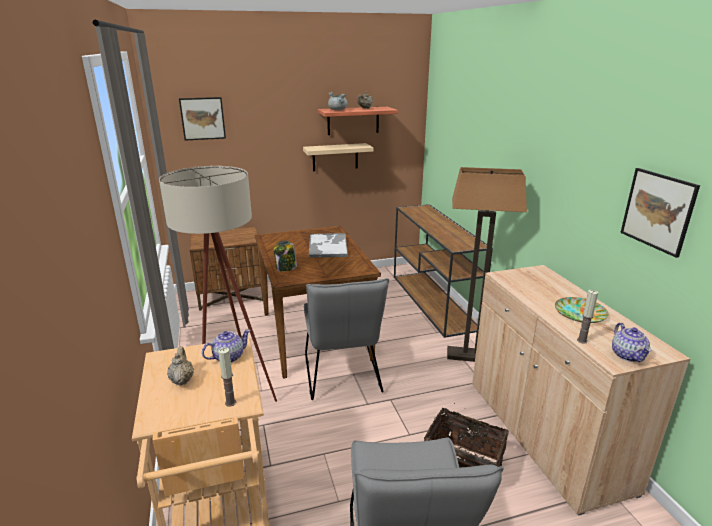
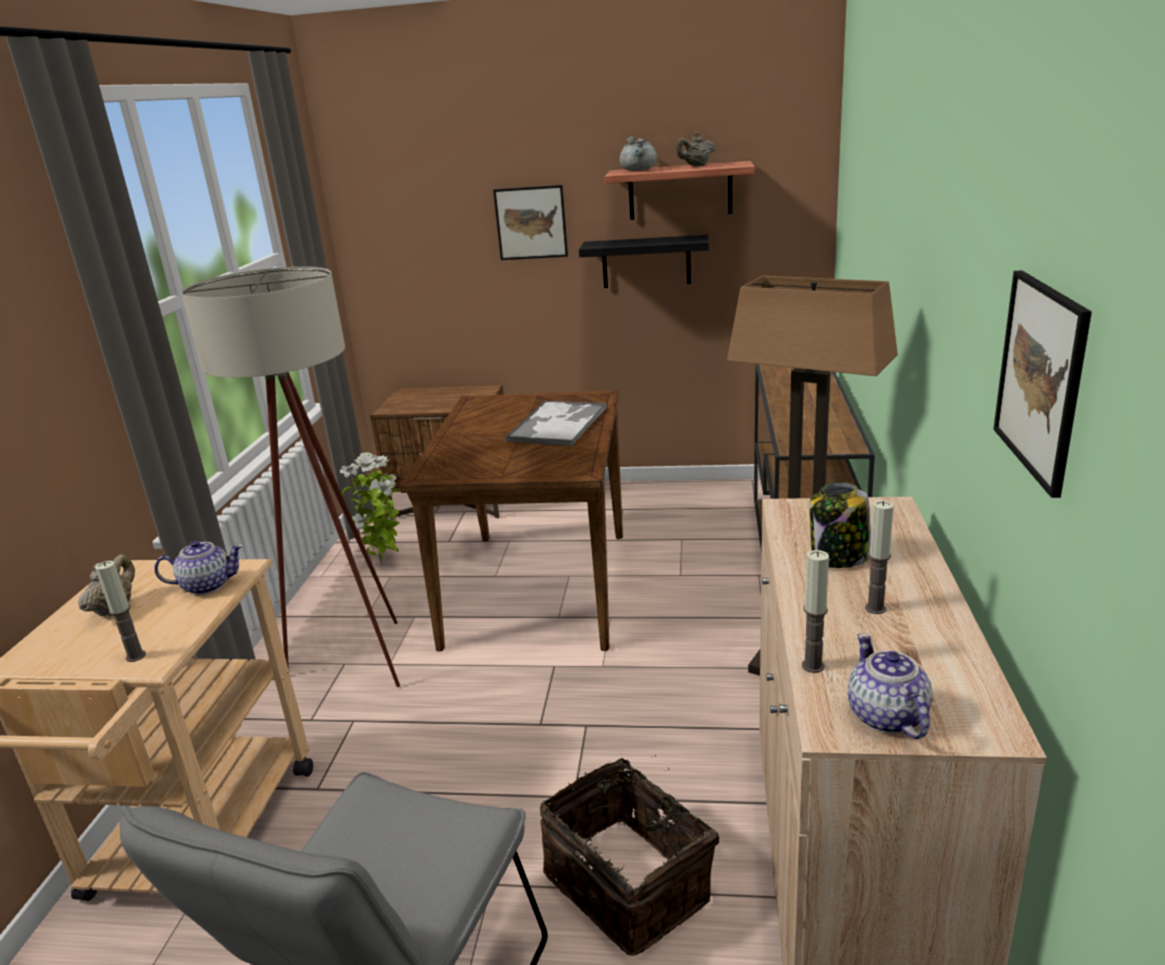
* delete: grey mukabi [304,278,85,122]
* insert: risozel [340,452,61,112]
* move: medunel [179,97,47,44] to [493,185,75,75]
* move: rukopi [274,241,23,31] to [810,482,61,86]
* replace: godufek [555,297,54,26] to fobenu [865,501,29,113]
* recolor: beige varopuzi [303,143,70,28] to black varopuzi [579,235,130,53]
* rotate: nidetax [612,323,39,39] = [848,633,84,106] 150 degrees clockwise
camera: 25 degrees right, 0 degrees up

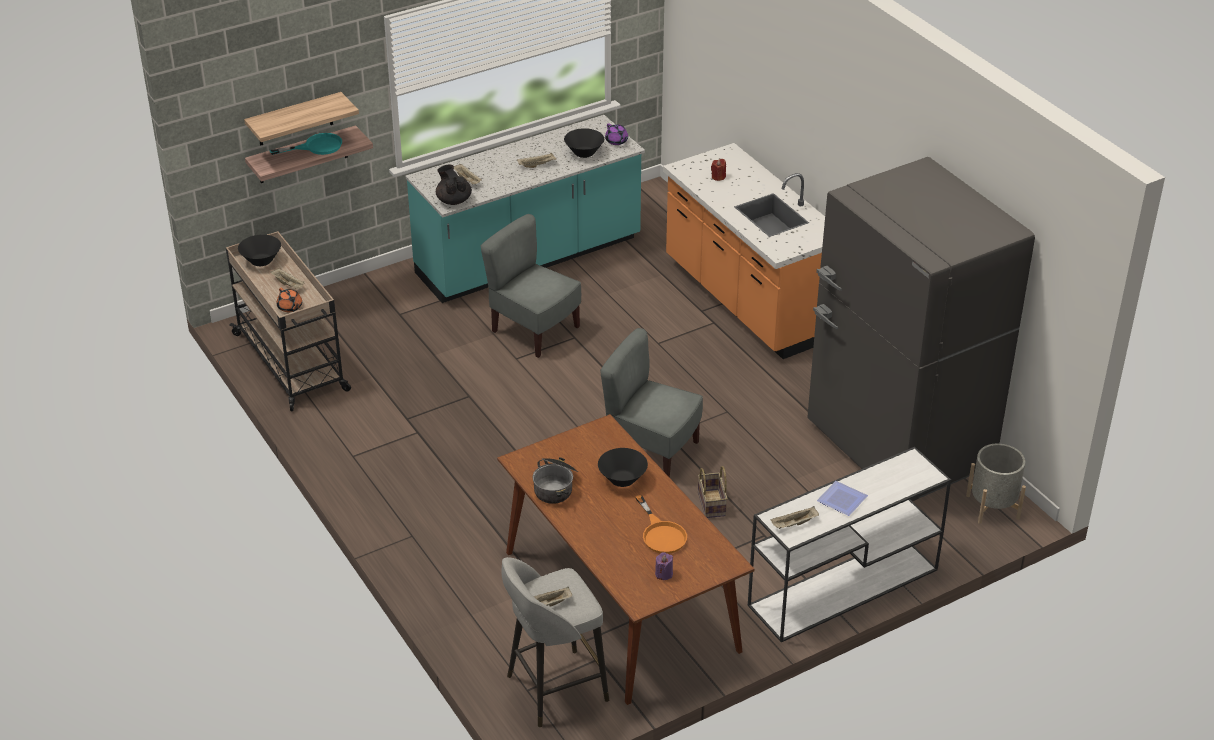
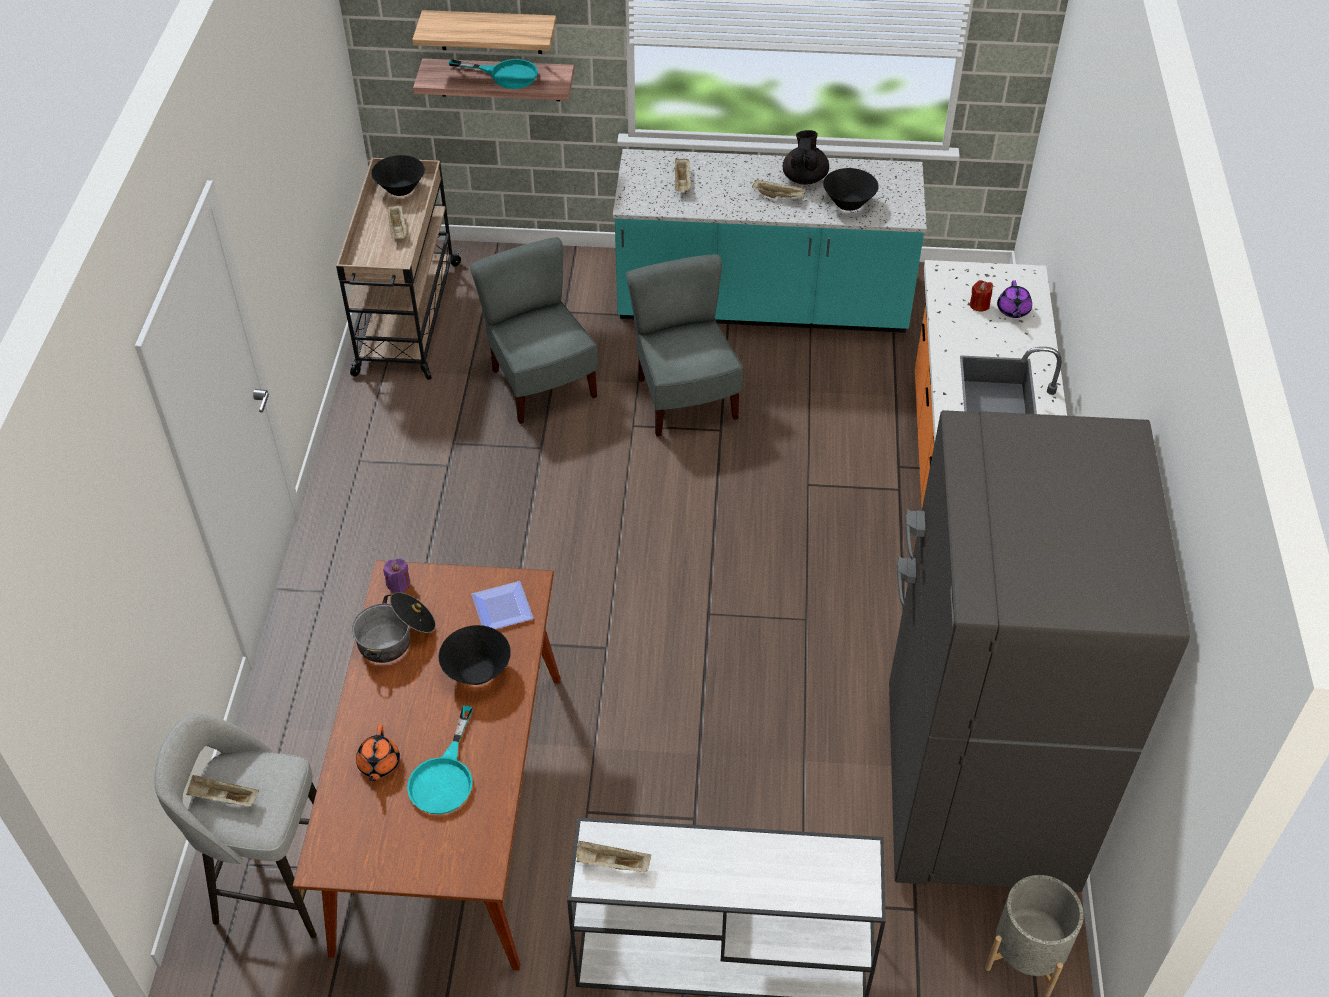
* delete: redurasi [698,466,30,52]
* move: orange nidetax [276,288,26,24] to [356,724,44,57]
* move: black nidetax [436,165,36,40] to [783,130,46,55]
* move: grey mukabi [600,328,103,150] to [470,237,128,187]
* move: purple nidetax [605,123,23,22] to [997,280,35,38]
* move: purple fobenu [655,552,18,28] to [383,558,27,35]
* move: godufek [817,481,51,35] to [471,581,63,48]
* recolor: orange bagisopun [635,495,52,59] to turquoise bagisopun [407,706,66,108]
camera: 35 degrees right, 10 degrees up

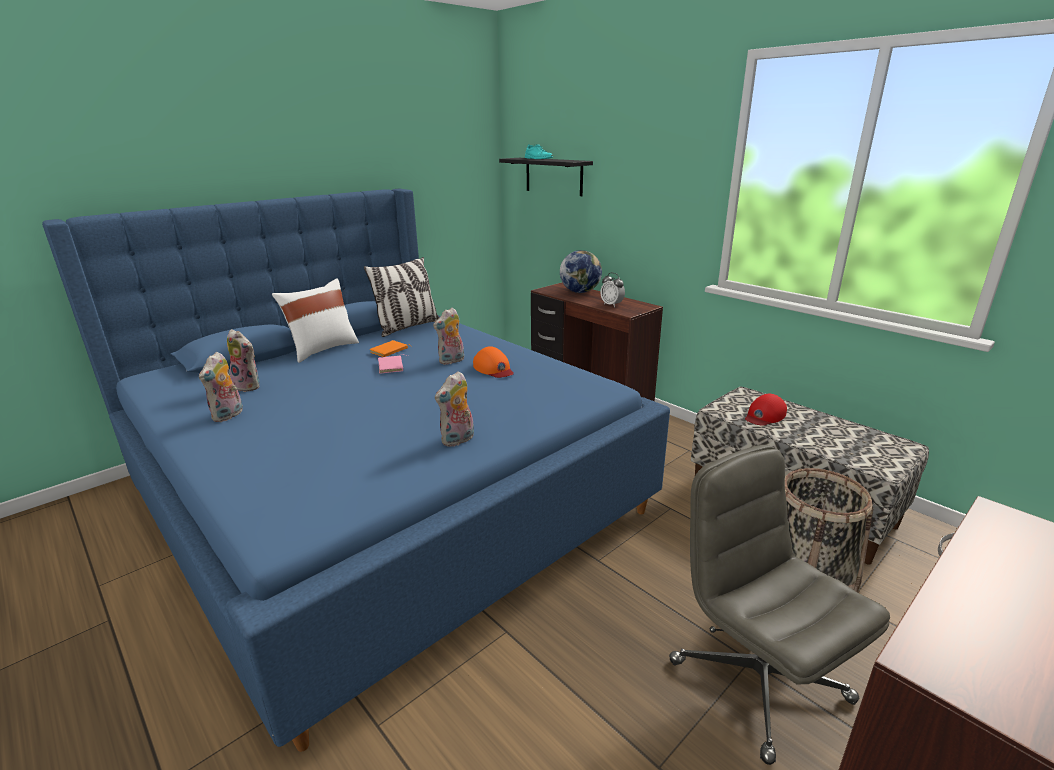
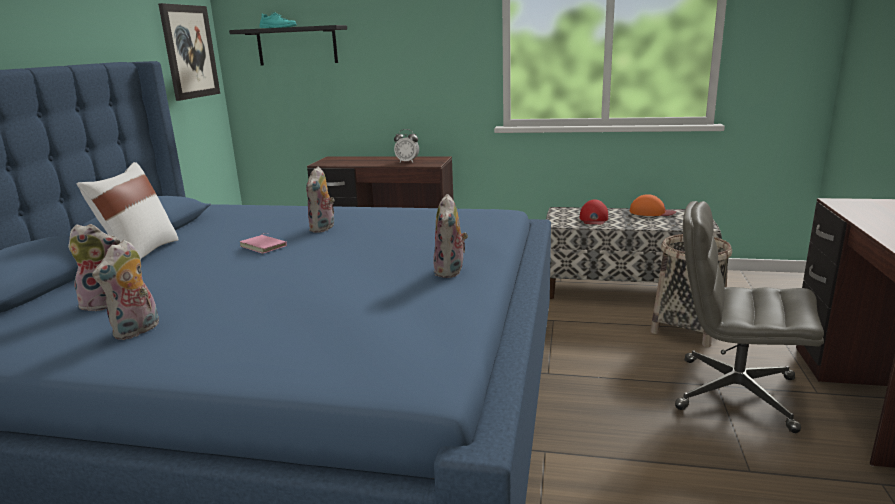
* delete: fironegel [364,257,76,80]
* delete: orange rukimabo [370,340,42,17]
* delete: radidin [560,250,42,43]
* insert: medunel [158,3,62,98]
* move: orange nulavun [473,346,41,32] to [630,194,46,22]
* rotate: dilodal [199,352,44,70] = [92,240,67,100] 45 degrees clockwise
camera: 35 degrees left, 5 degrees down

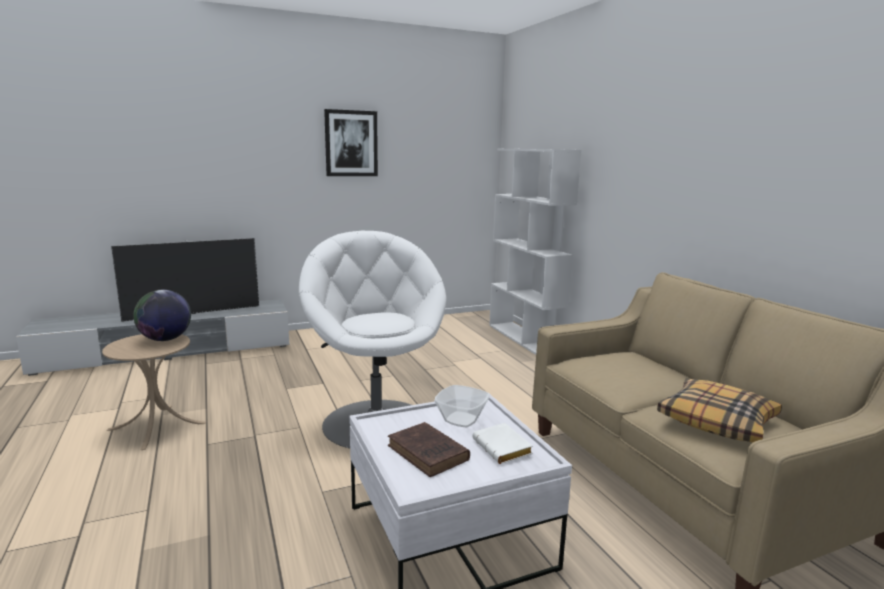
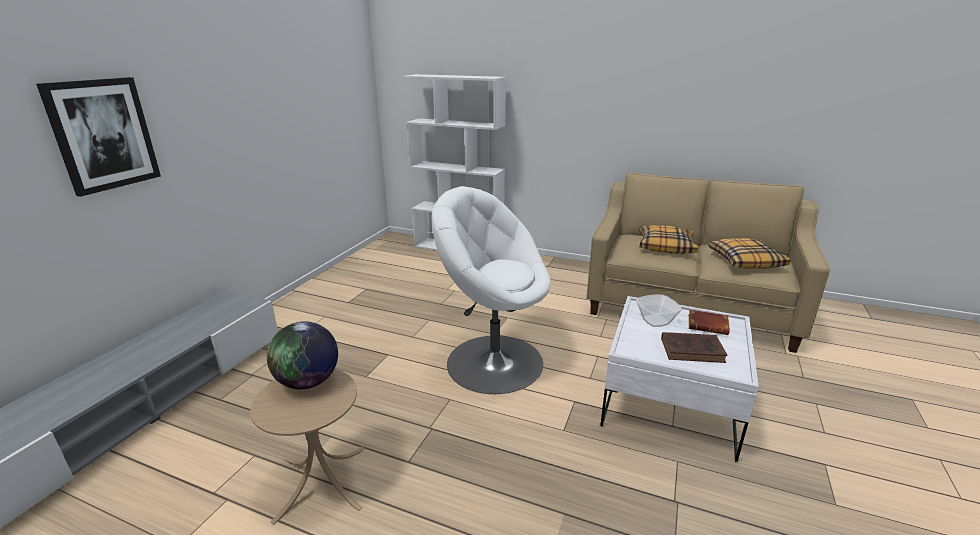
* delete: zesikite [111,238,148,84]
* insert: fironegel [639,225,59,29]
* move: medunel [324,109,54,67] to [36,77,125,120]
* recolor: white rukimabo [473,423,60,41] to brown rukimabo [689,310,41,25]
camera: 45 degrees left, 10 degrees up

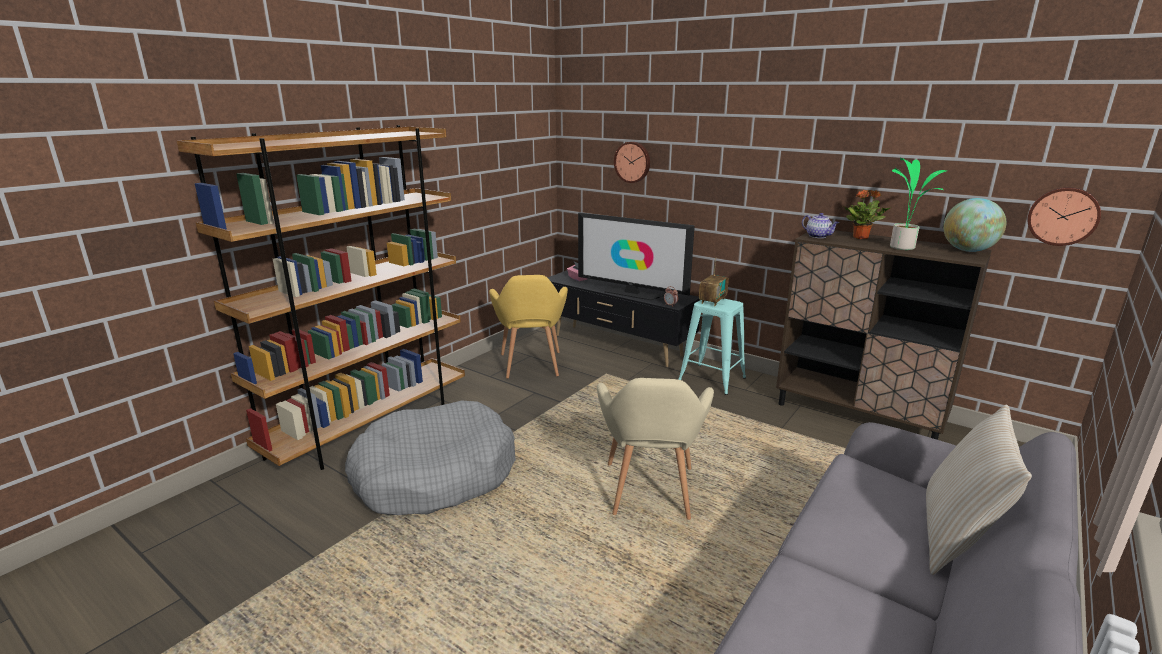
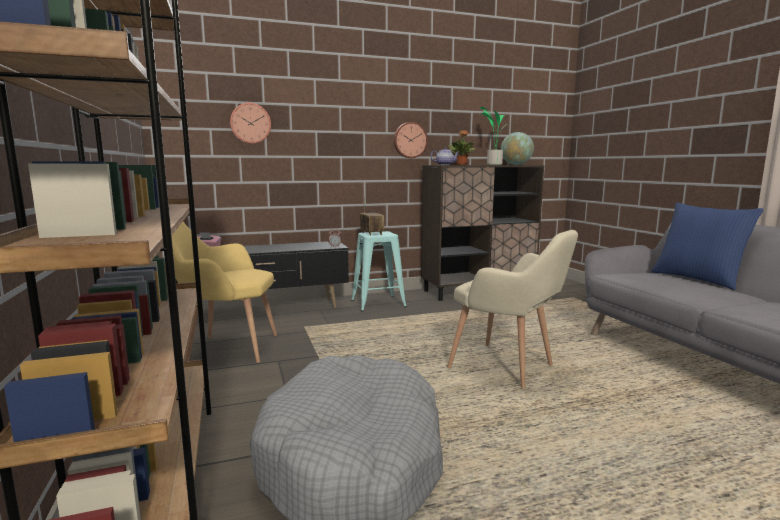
* delete: zesikite [578,213,117,87]
* move: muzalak [1028,187,73,59] to [394,122,34,36]
* recolor: beige fironegel [926,404,106,171] to blue fironegel [651,203,113,87]
* rotate: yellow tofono [489,275,79,104] = [172,222,105,141] 150 degrees clockwise
camera: 55 degrees left, 10 degrees down

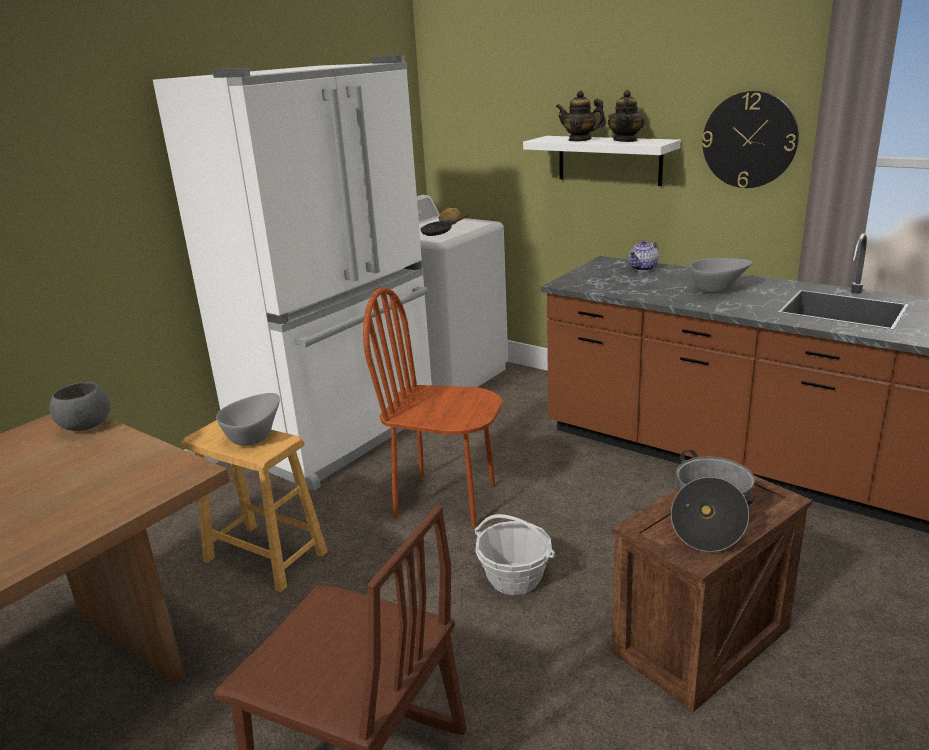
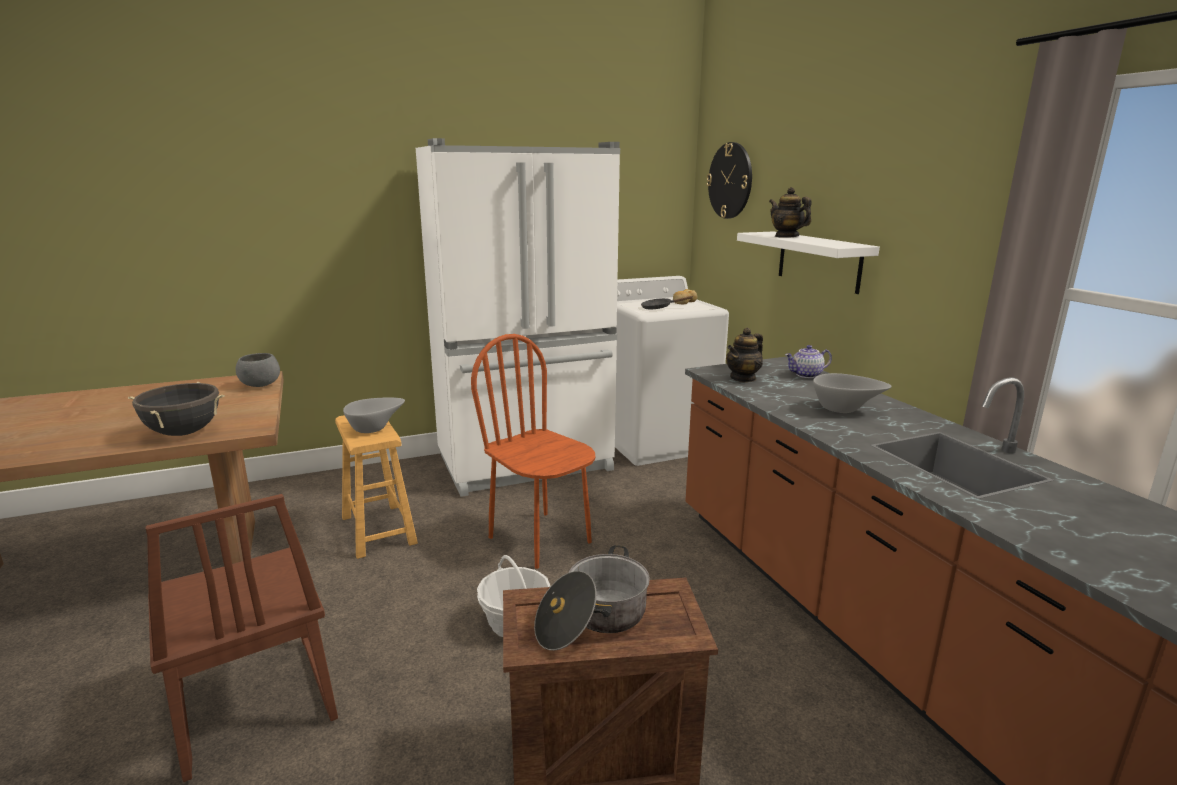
* insert: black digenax [128,382,97,54]
* move: nidetax [608,90,37,52] to [726,327,37,56]
* move: muzalak [702,91,97,97] to [706,142,46,77]
camera: 30 degrees right, 5 degrees down

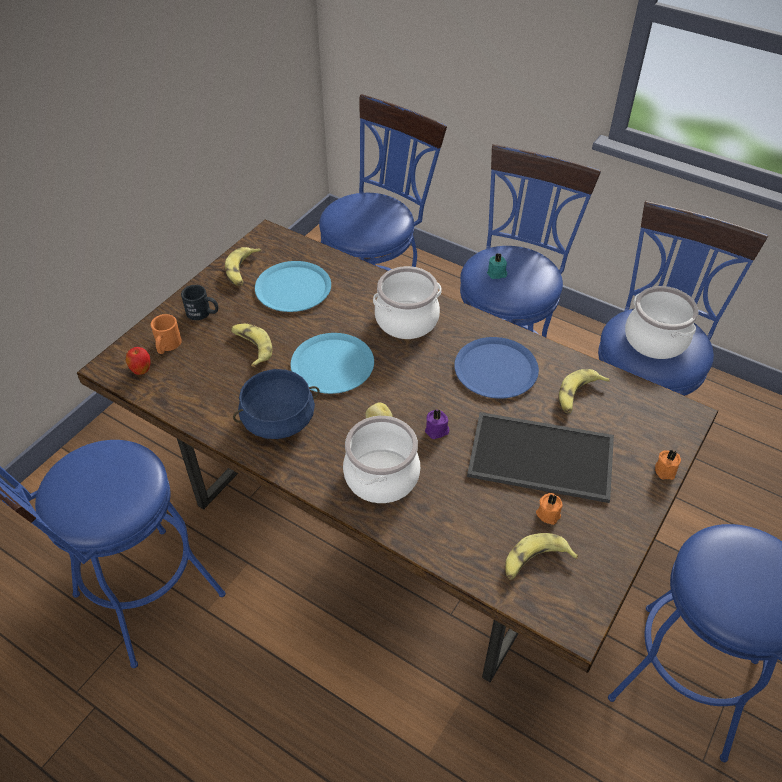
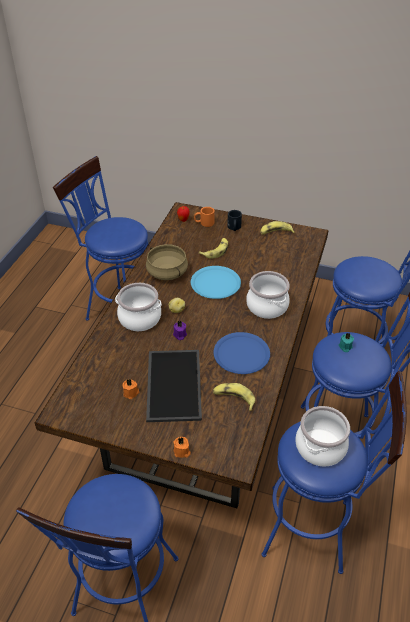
* delete: blue godufek [255,261,76,51]
* delete: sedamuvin [505,533,73,47]
* recolor: blue digenax [233,369,87,70] to beige digenax [146,244,42,36]
camera: 75 degrees right, 5 degrees down

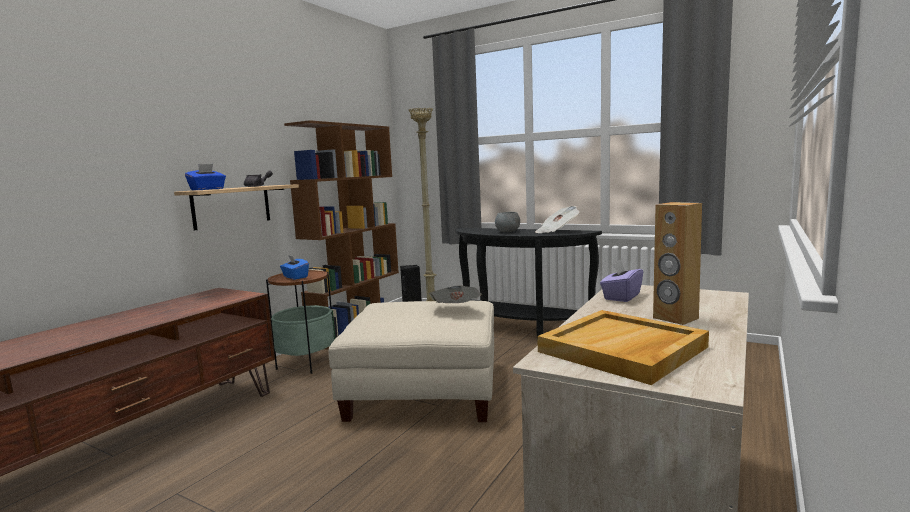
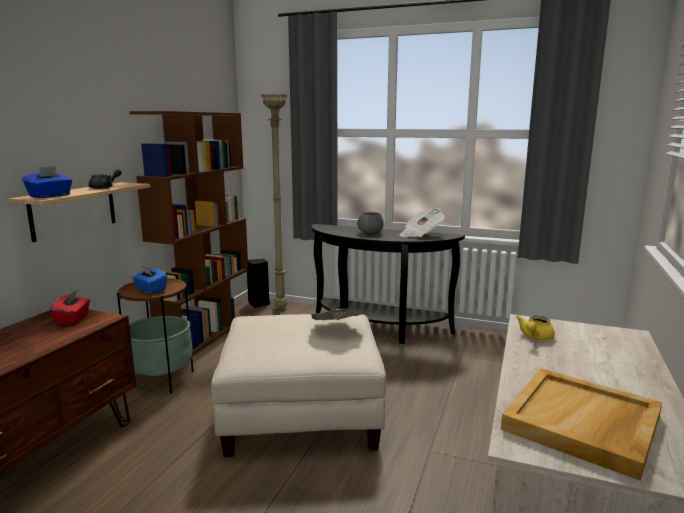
* delete: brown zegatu [653,202,49,123]
* insert: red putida [50,289,40,36]
* replace: purple putida [600,260,43,42] to yellow nidetax [516,315,39,25]
camera: 10 degrees left, 5 degrees up

